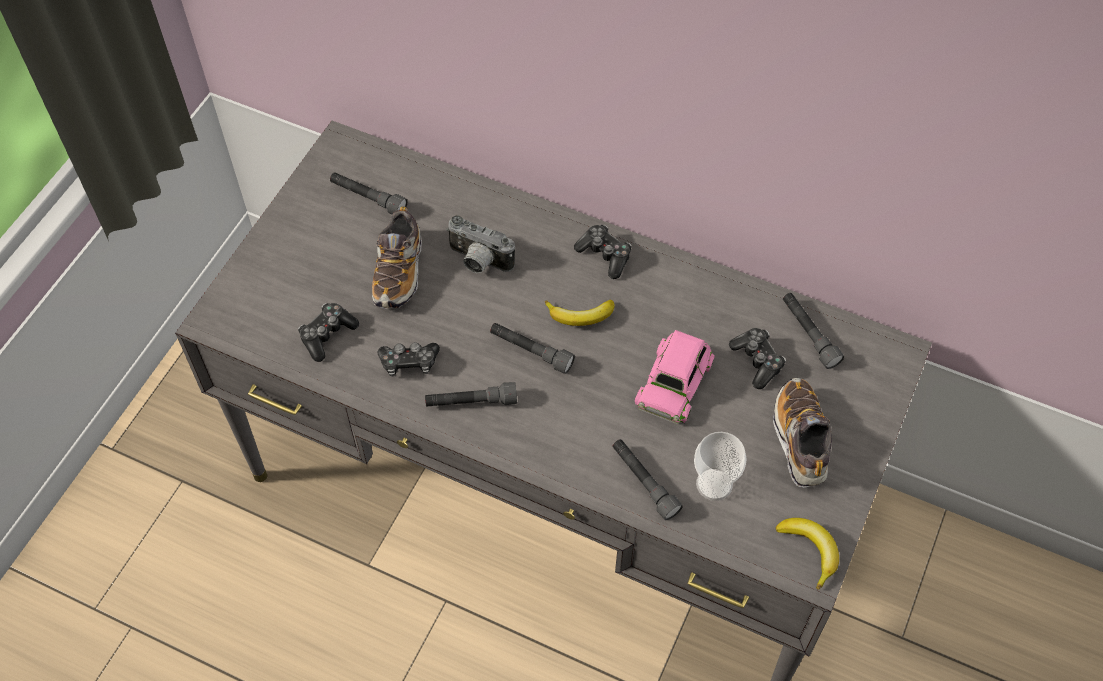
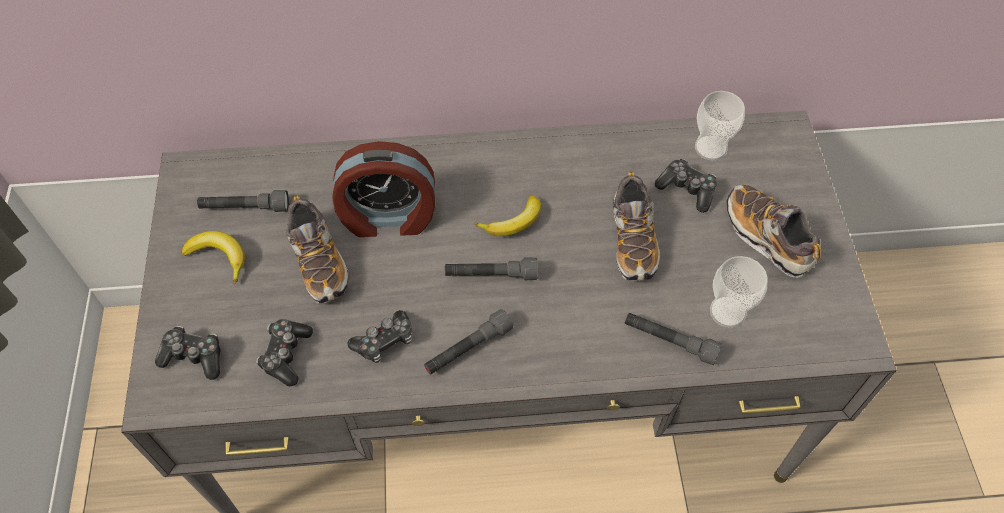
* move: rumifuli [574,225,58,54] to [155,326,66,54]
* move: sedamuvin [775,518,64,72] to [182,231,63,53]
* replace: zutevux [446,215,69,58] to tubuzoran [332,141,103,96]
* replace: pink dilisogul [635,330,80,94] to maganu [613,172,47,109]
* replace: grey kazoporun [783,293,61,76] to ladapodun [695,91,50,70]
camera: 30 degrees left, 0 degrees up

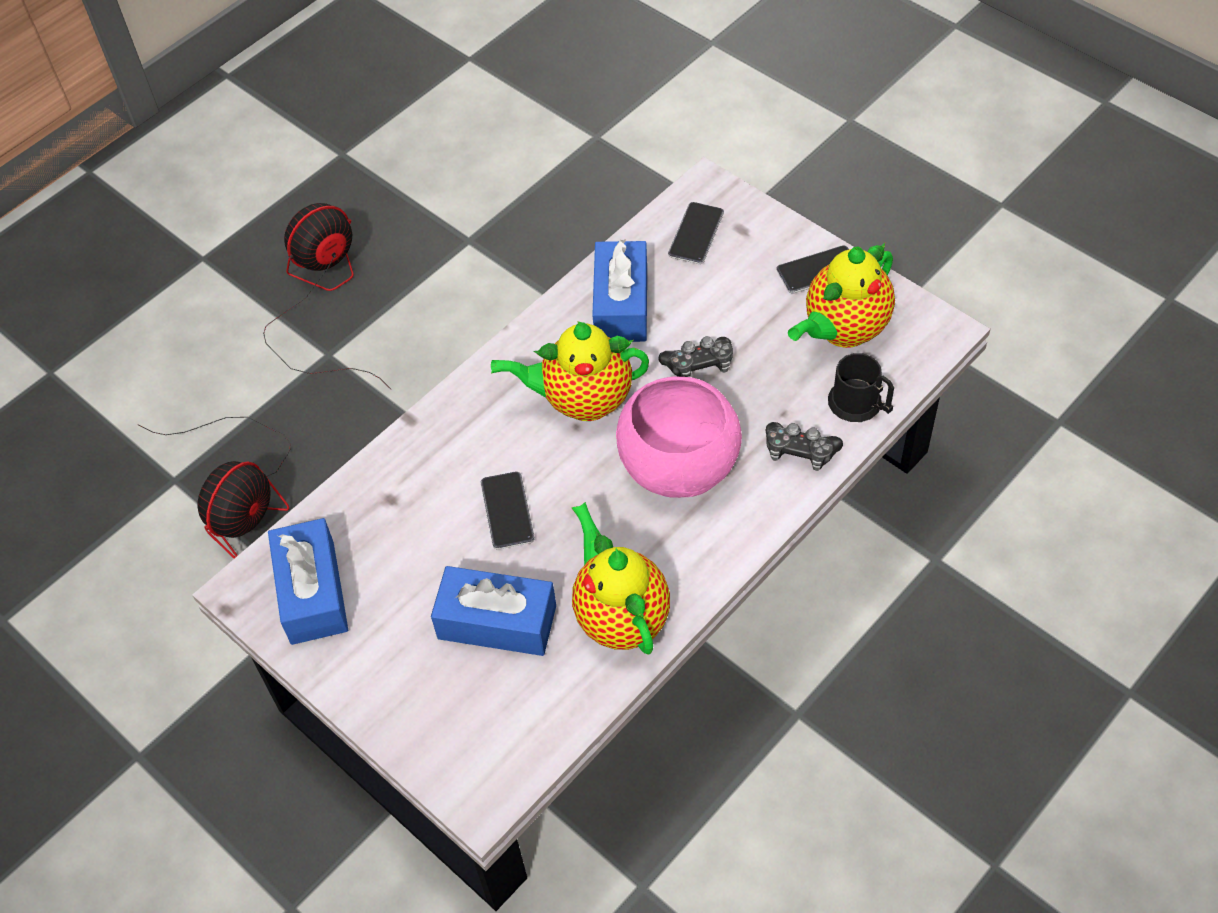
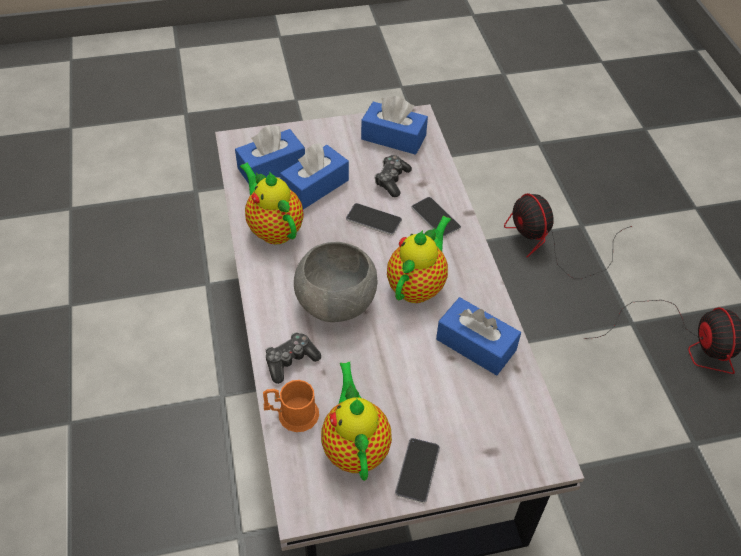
* insert: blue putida [235,125,70,59]
* move: rumifuli [659,336,74,41] to [375,155,37,42]
* move: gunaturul [668,202,56,62] to [411,197,50,41]
* recolor: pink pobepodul [616,377,126,121] to grey pobepodul [294,242,84,80]
* recolor: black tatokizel [828,353,66,69] to orange tatokizel [263,380,56,52]
* rotate: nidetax [572,502,98,153] = [240,162,64,83] 135 degrees counterclockwise
camera: 120 degrees right, 5 degrees down

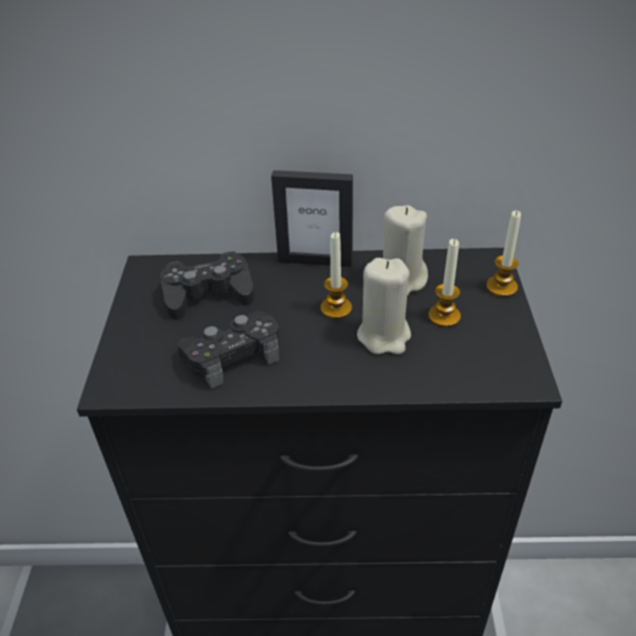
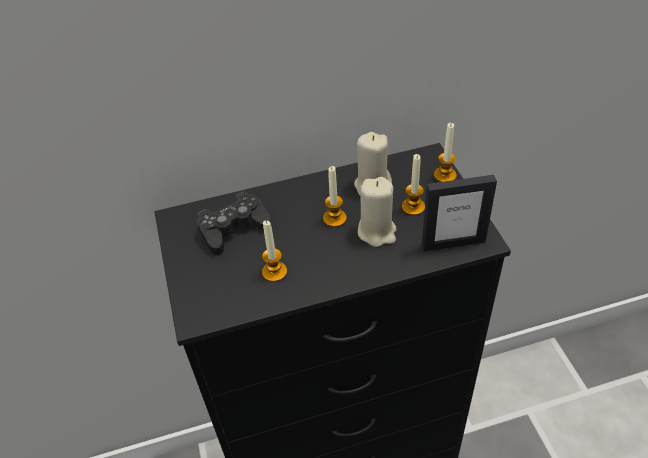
* move: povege [271,170,82,97] to [422,175,75,76]
* replace: black rumifuli [177,311,102,78] to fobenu [262,221,25,61]
camera: 15 degrees left, 5 degrees up

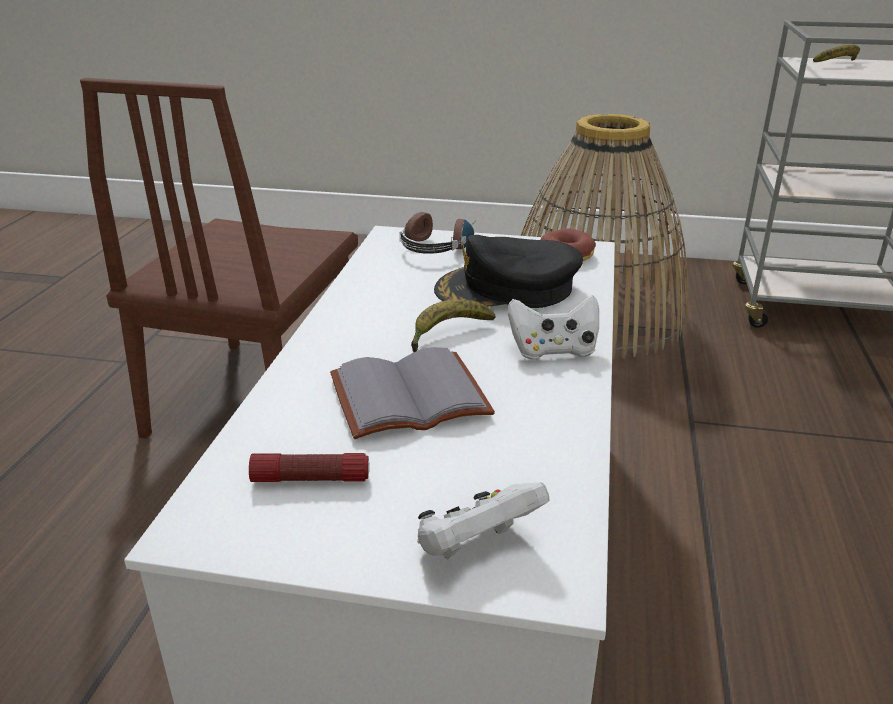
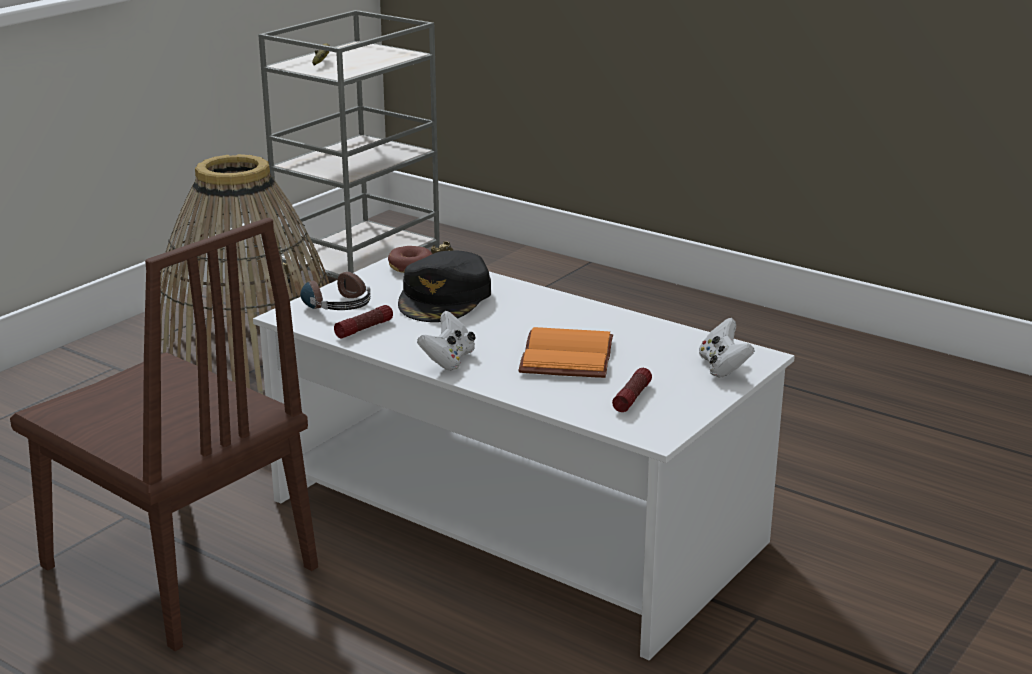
* delete: sedamuvin [411,300,85,52]
* insert: kazoporun [334,305,59,33]
* move: white rumifuli [508,295,91,65] to [417,311,59,60]
* recolor: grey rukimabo [330,347,165,92] to orange rukimabo [518,327,95,51]
camera: 65 degrees left, 5 degrees down

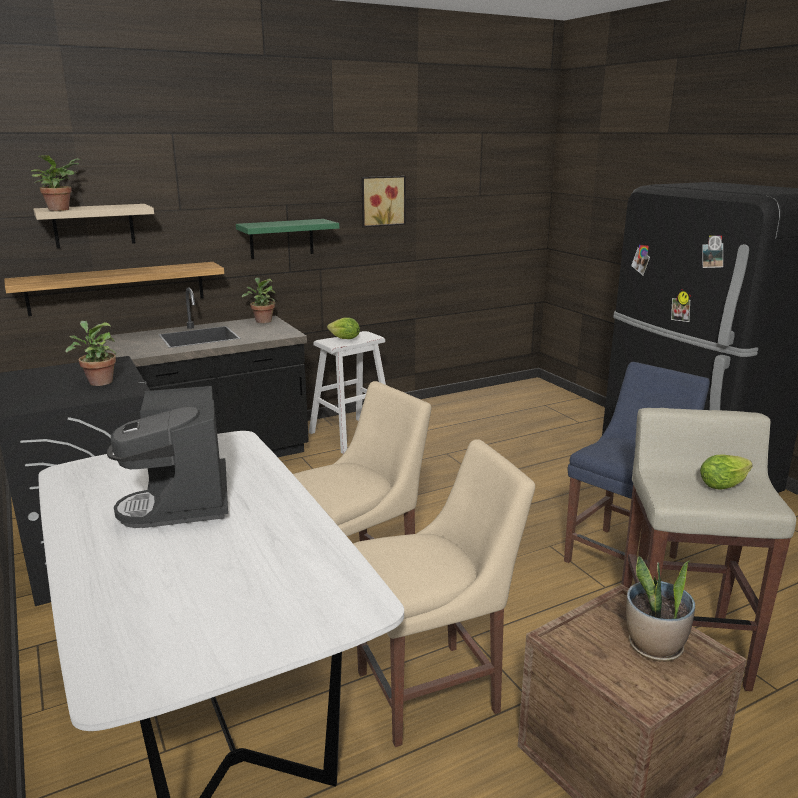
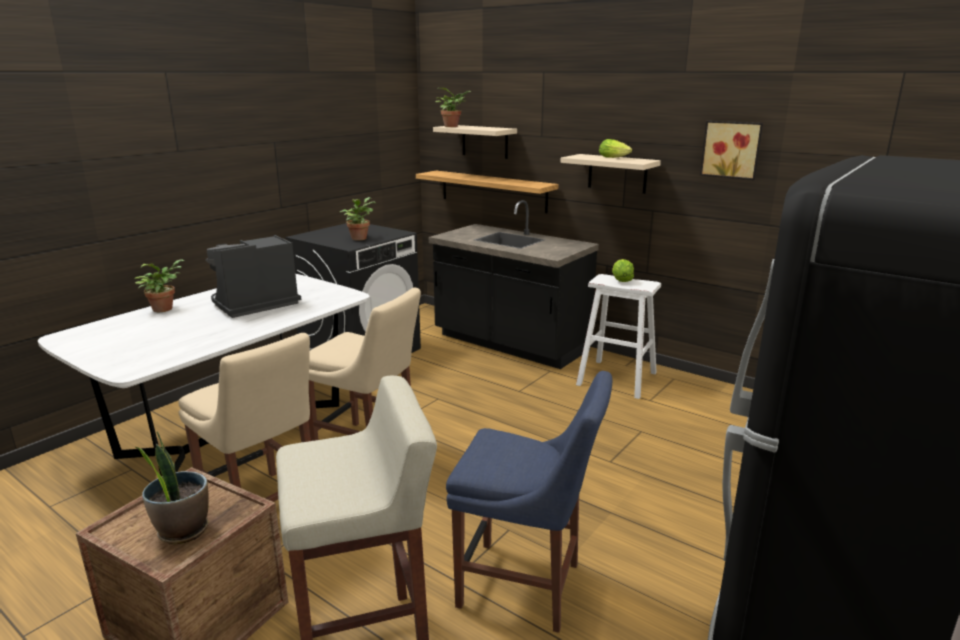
* move: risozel [242,277,34,46] to [134,259,51,53]
* move: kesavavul [700,454,53,36] to [599,139,33,19]
* recolor: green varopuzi [236,219,103,40] to beige varopuzi [560,154,101,40]
camera: 65 degrees right, 0 degrees up

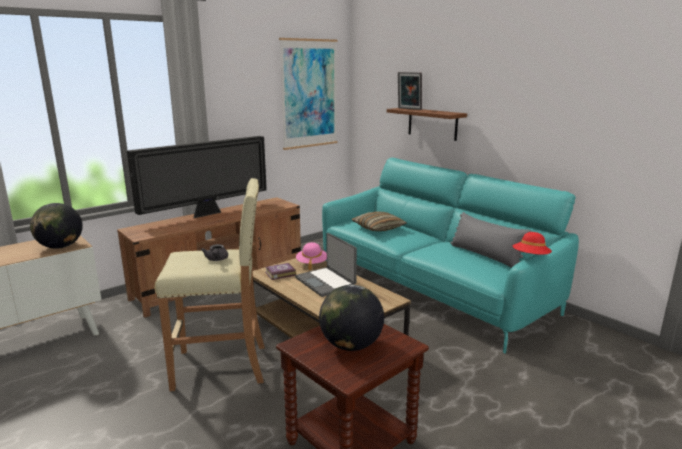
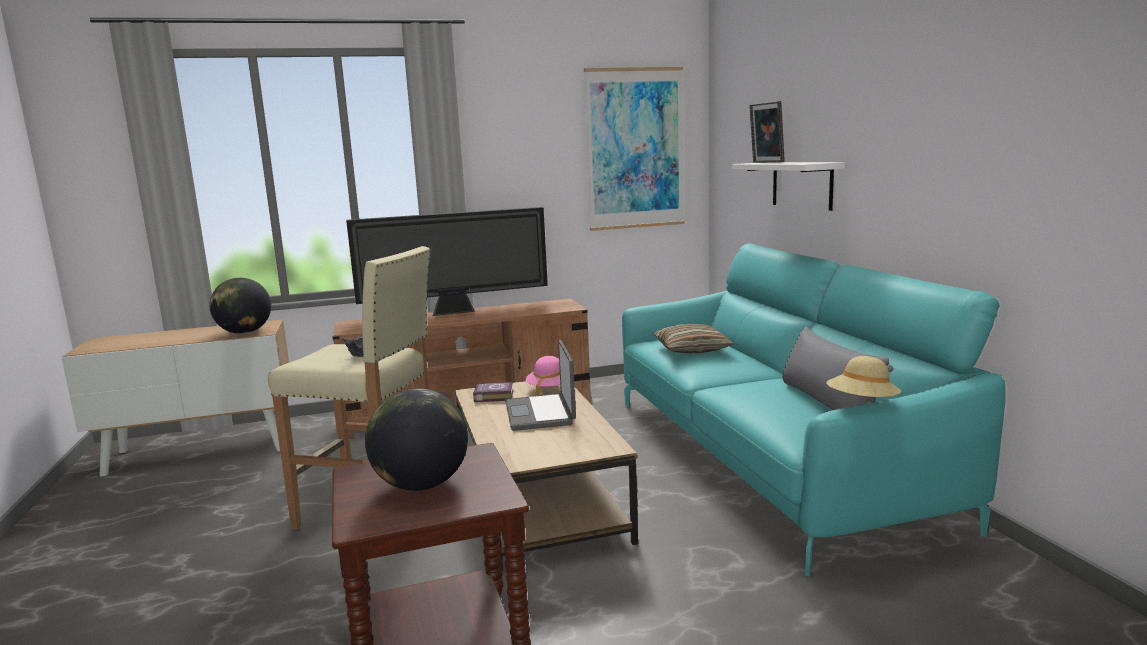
* recolor: brown varopuzi [387,108,80,33] to white varopuzi [733,162,112,49]
* recolor: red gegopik [513,232,39,23] to beige gegopik [826,356,75,42]
camera: 25 degrees right, 5 degrees down

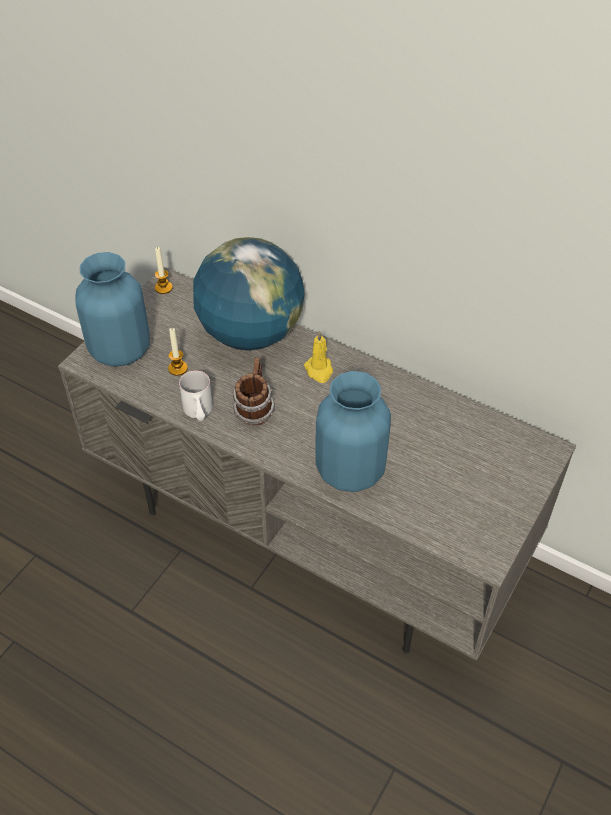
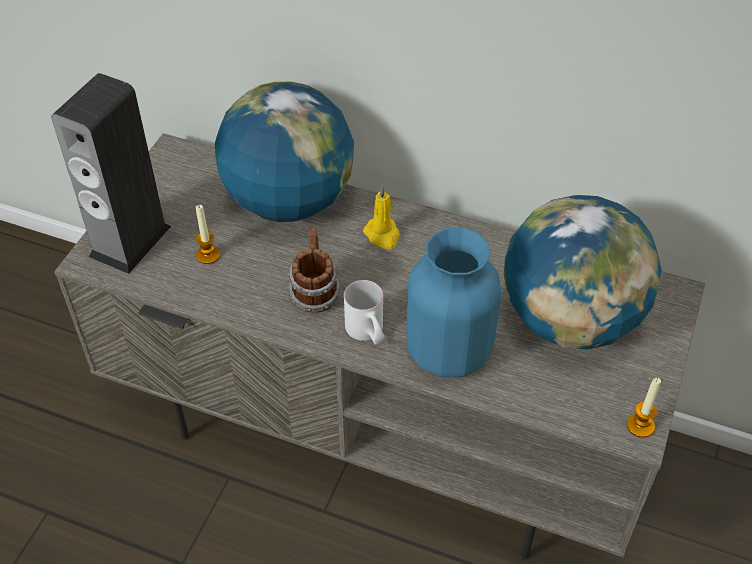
* insert: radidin [504,195,158,154]
* move: fobenu [155,247,18,47] to [627,378,34,60]
* move: white tatokizel [179,370,34,51] to [344,280,40,64]
* replace: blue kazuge [75,252,75,115] to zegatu [51,73,120,201]
camera: 10 degrees left, 0 degrees up

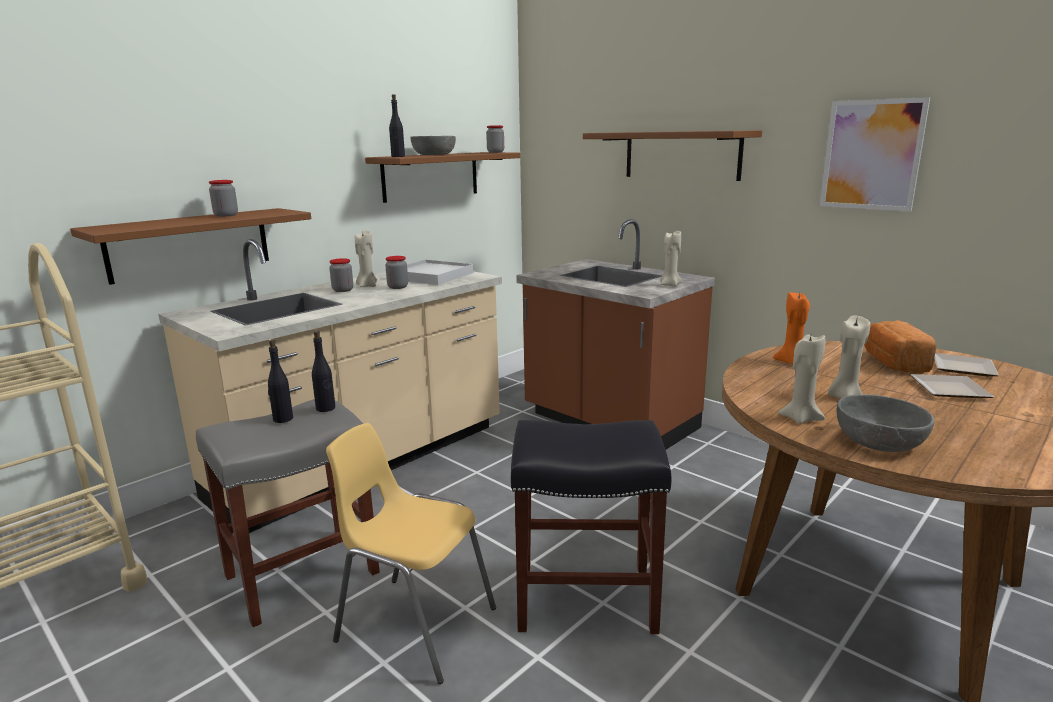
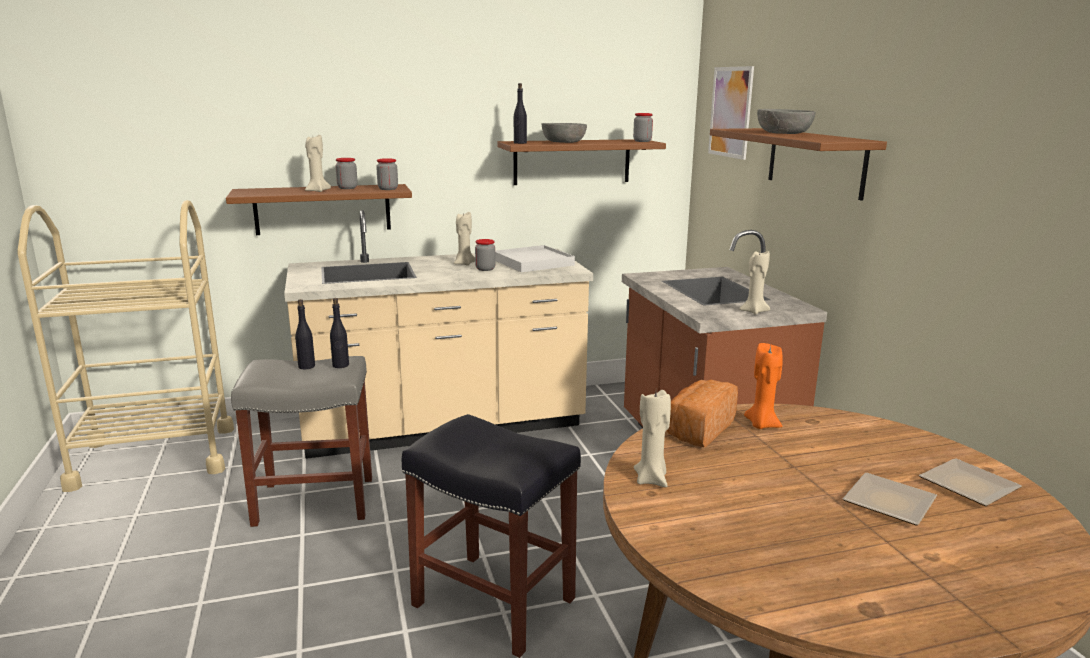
* delete: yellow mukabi [326,423,170,261]
* move: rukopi [329,258,24,34] to [376,158,22,32]
* move: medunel [820,97,110,115] to [708,66,46,94]
* move: beige fobenu [828,315,42,83] to [305,135,26,57]
* move: grey pobepodul [836,394,98,58] to [757,109,59,25]
* move: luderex [865,320,71,53] to [667,380,71,67]
camera: 30 degrees right, 0 degrees up

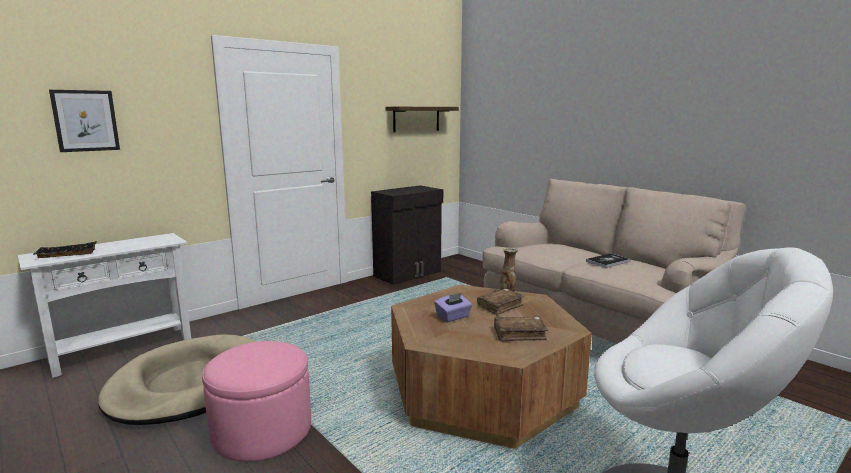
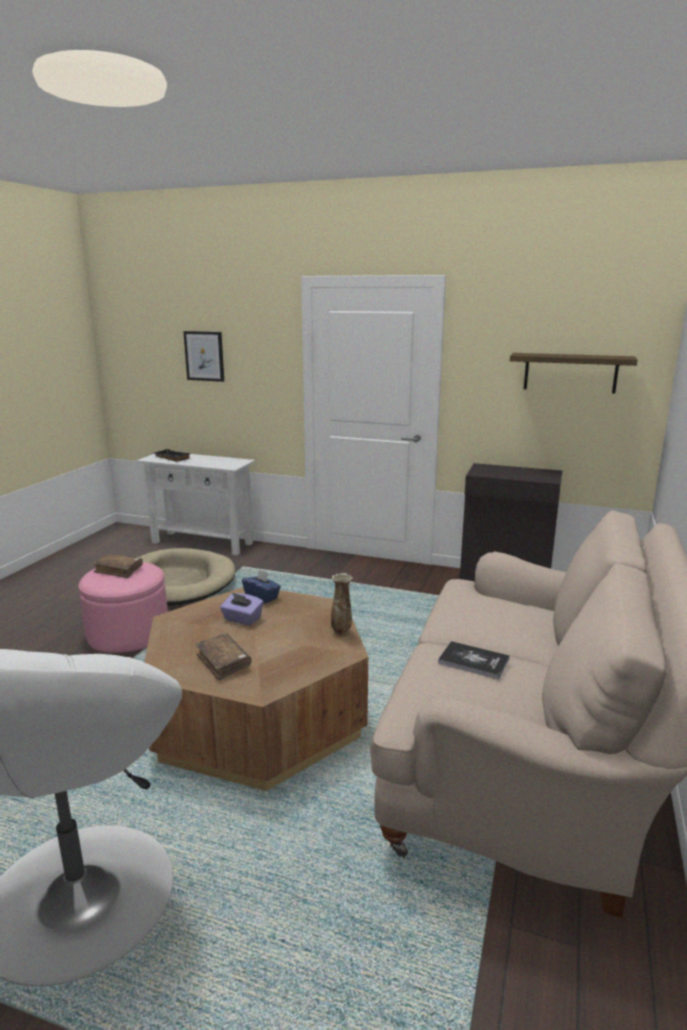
* insert: blue putida [242,569,39,35]
* move: brown rukimabo [477,288,48,27] to [92,553,51,25]
camera: 60 degrees right, 5 degrees up

